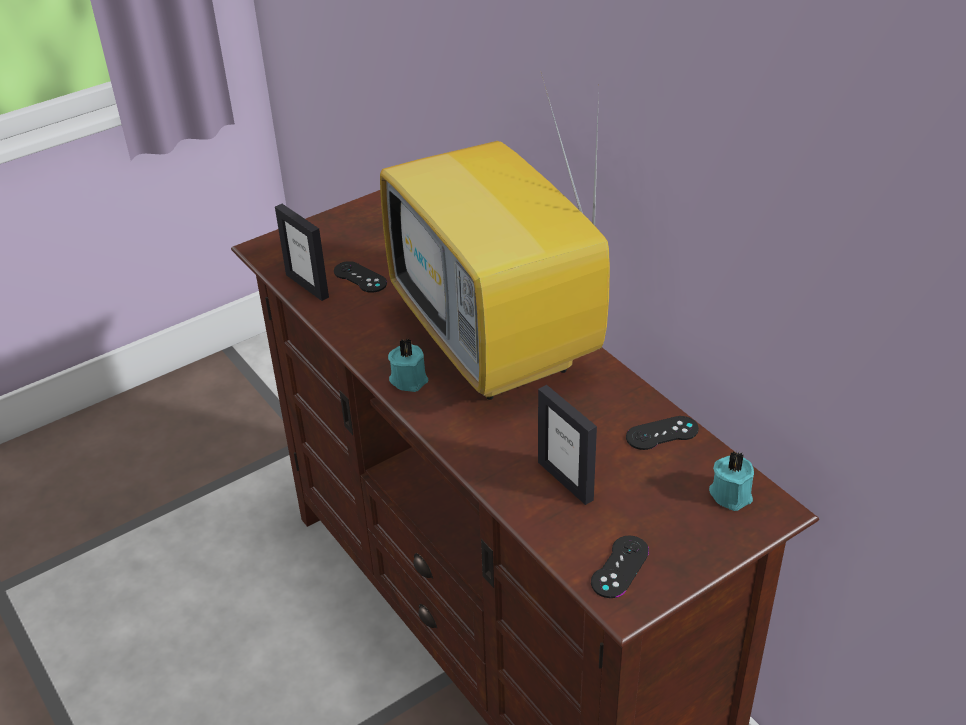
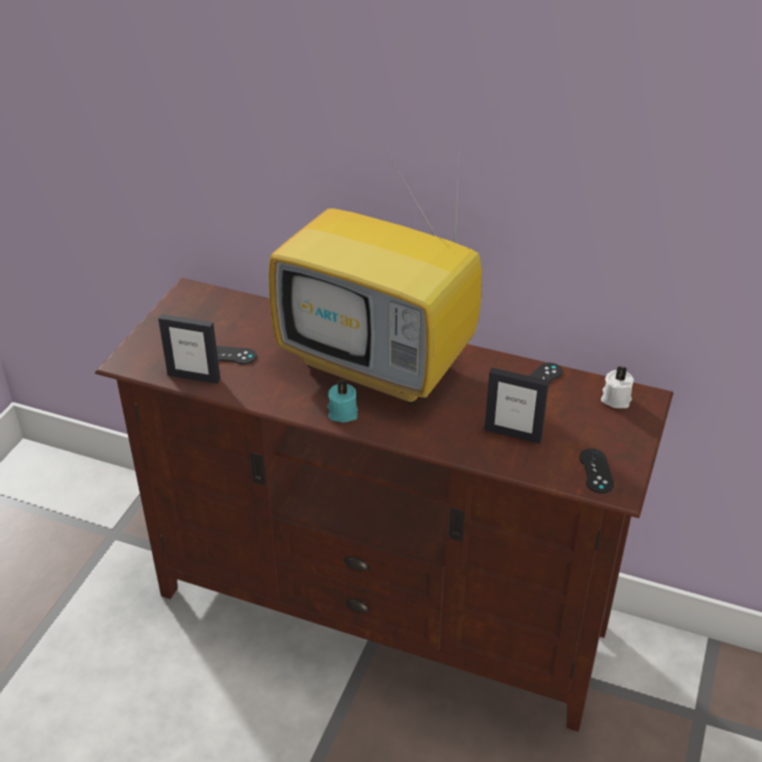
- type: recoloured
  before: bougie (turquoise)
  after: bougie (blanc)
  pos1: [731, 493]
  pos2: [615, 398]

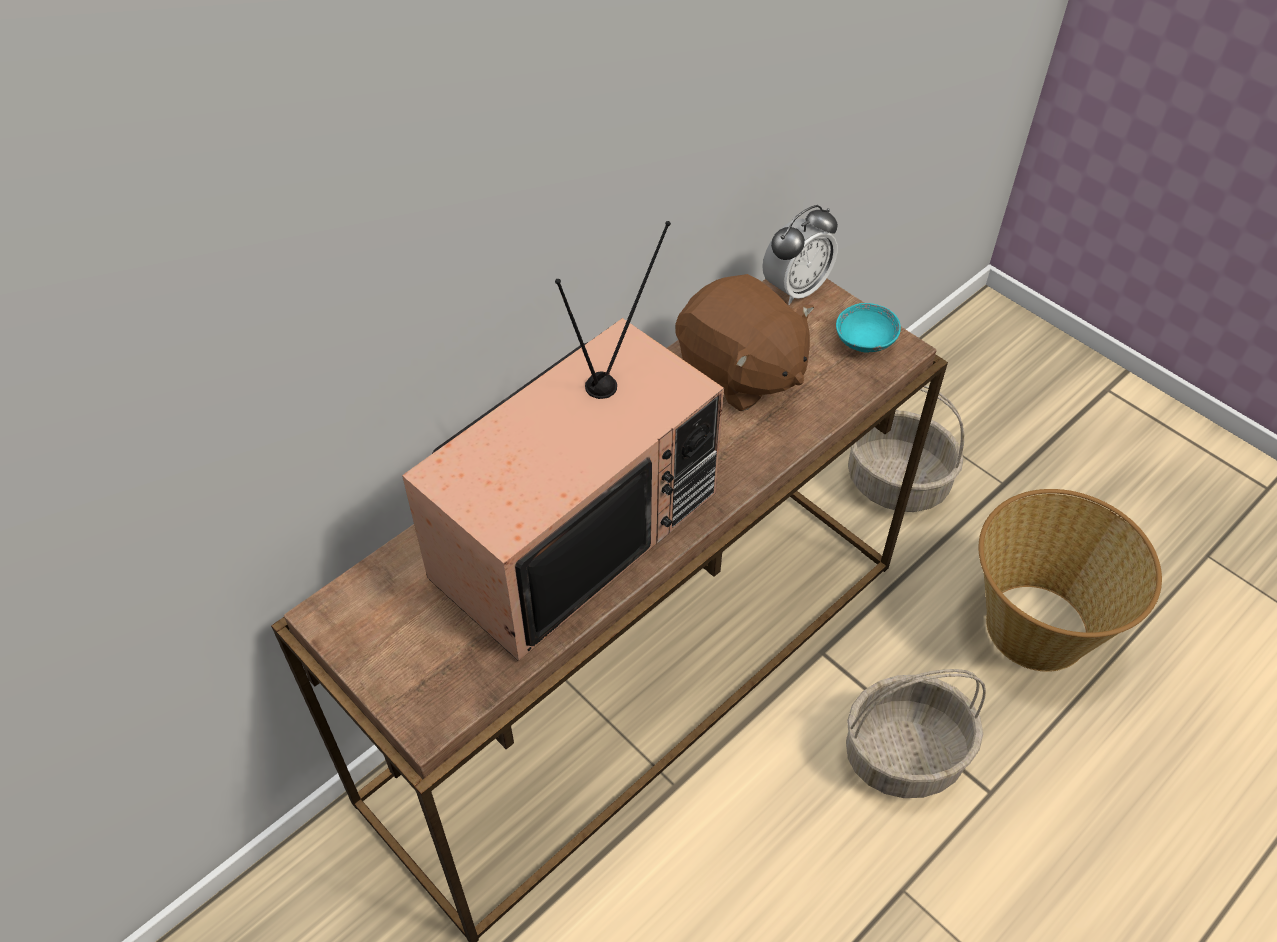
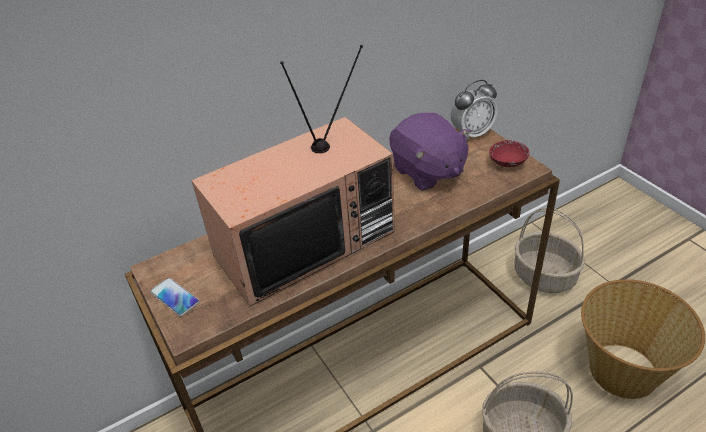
- type: added
  after: téléphone
  pos2: [174, 297]
- type: recoloured
  before: peluche (marron)
  after: peluche (violet)
  pos1: [740, 372]
  pos2: [427, 172]
- type: recoloured
  before: bol (turquoise)
  after: bol (rouge)
  pos1: [865, 341]
  pos2: [507, 162]

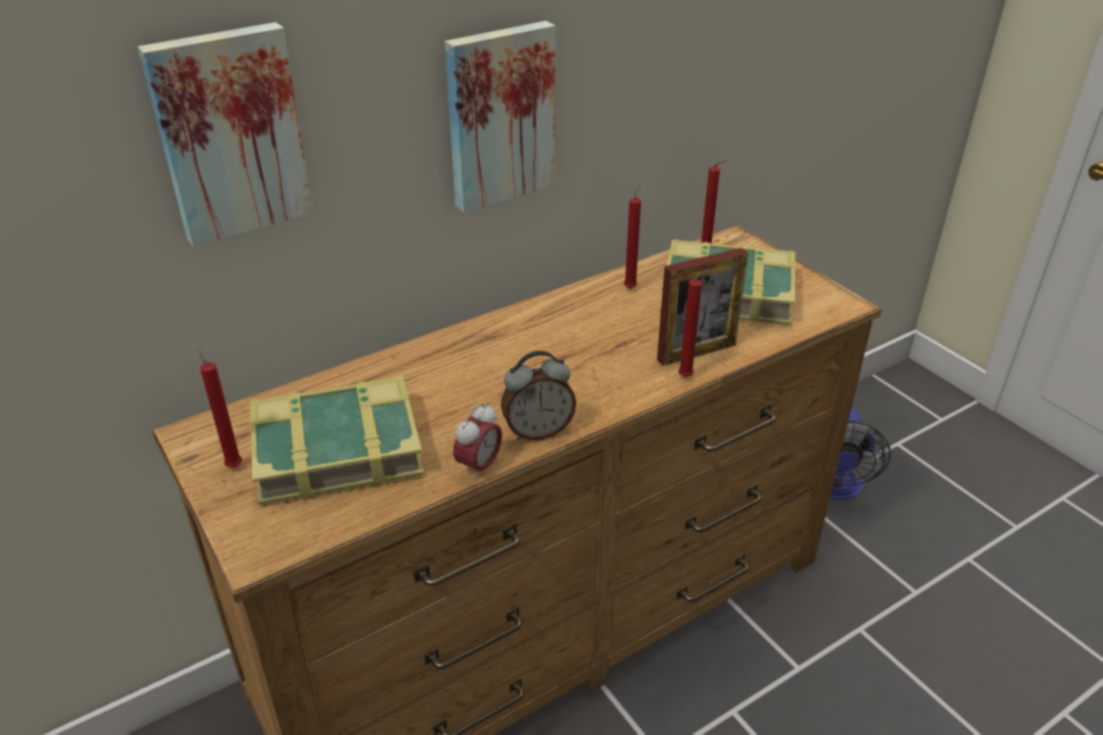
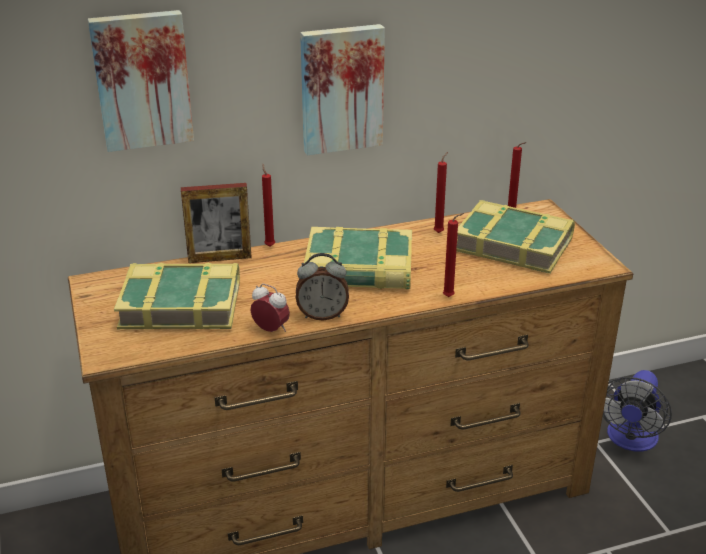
- type: added
  after: livre
  pos2: [359, 269]
- type: moved
  before: bougie (rouge)
  pos1: [233, 465]
  pos2: [269, 245]
- type: moved
  before: cadre photo
  pos1: [696, 352]
  pos2: [219, 258]
- type: turned
  before: réveil
  pos1: [479, 466]
  pos2: [271, 330]
  turn: -105

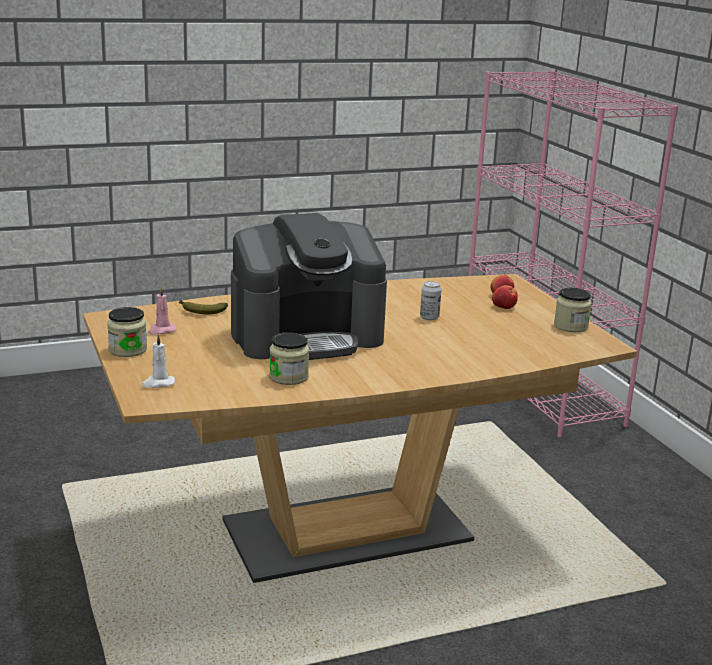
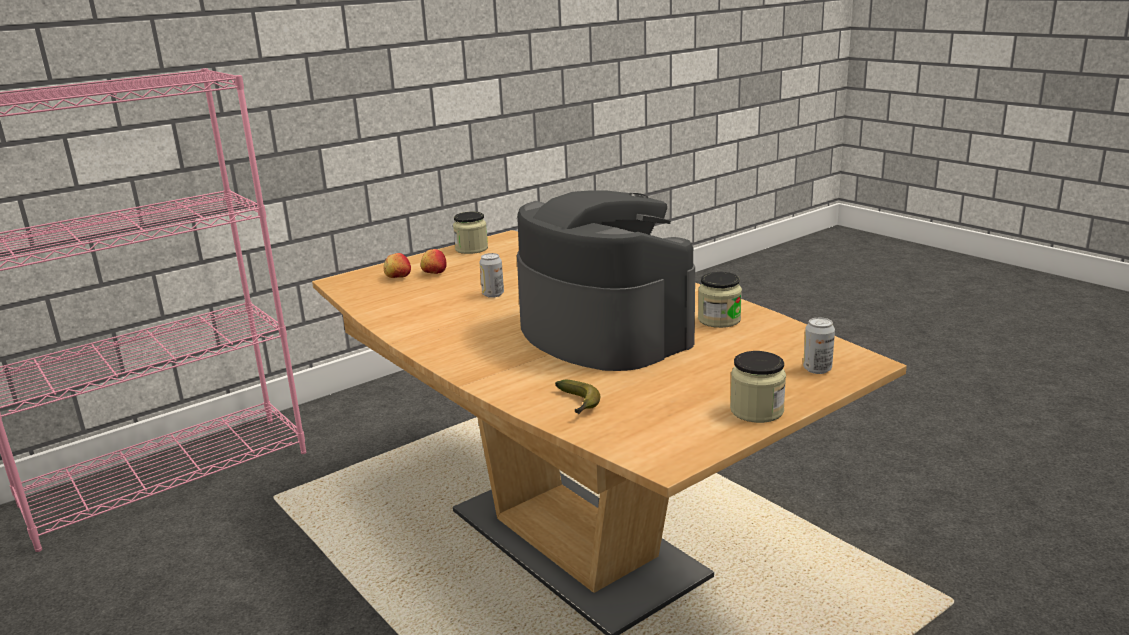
- type: removed
  before: bougie (rose)
  pos1: [161, 331]
- type: replaced
  before: bougie (blanc)
  after: boîte métallique
  pos1: [158, 383]
  pos2: [817, 369]

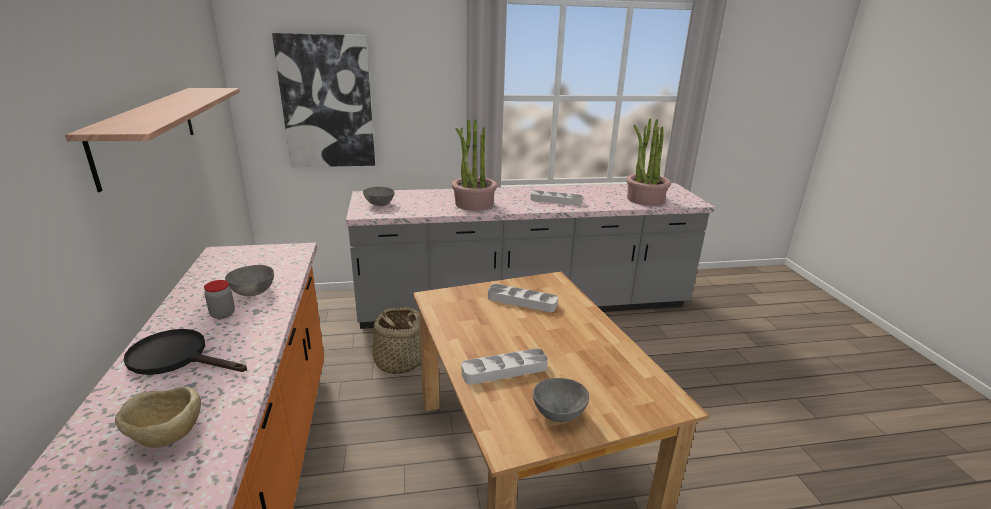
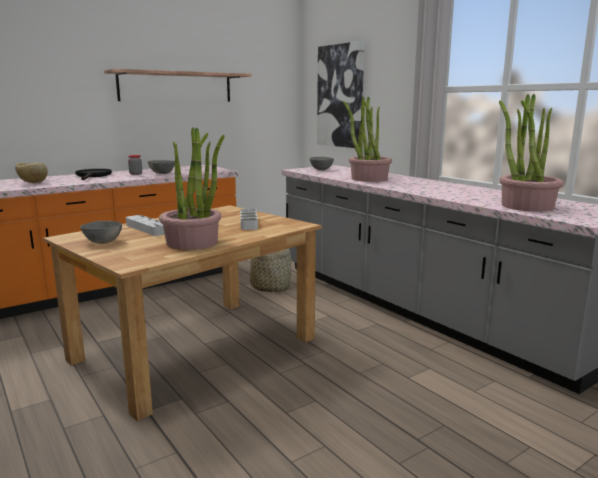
- type: removed
  before: plateau (gris)
  pos1: [556, 201]
- type: added
  after: plante en pot
  pos2: [192, 242]

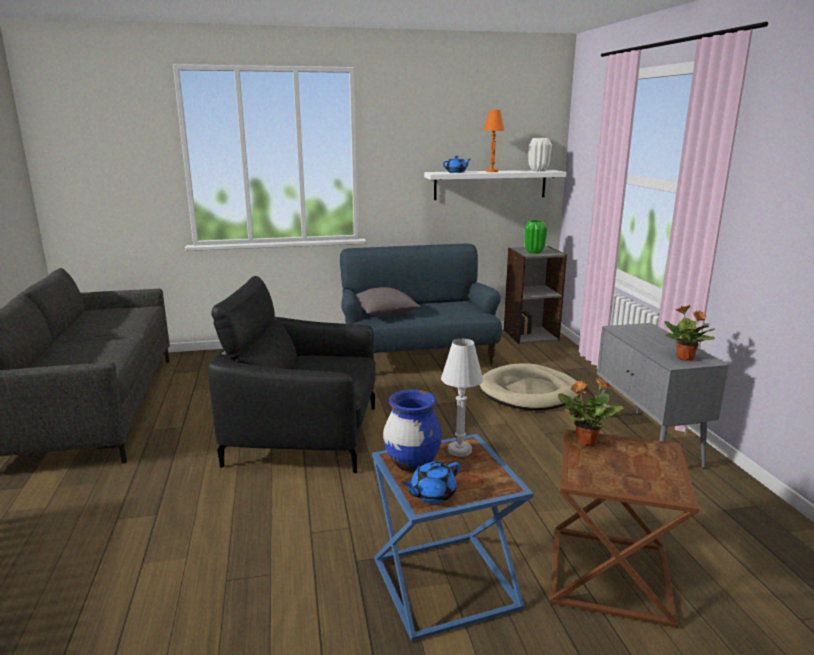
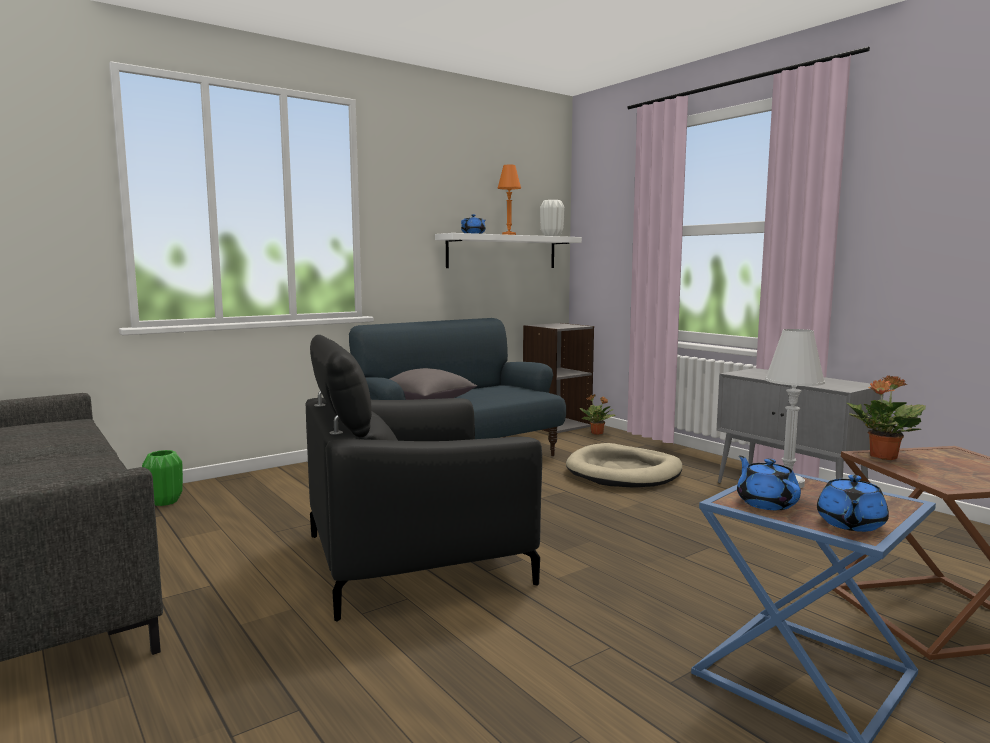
- type: moved
  before: vase (vert)
  pos1: [534, 252]
  pos2: [165, 502]
- type: moved
  before: plante en pot
  pos1: [685, 358]
  pos2: [597, 433]
- type: replaced
  before: vase (bleu)
  after: théière (bleu)
  pos1: [412, 463]
  pos2: [766, 503]

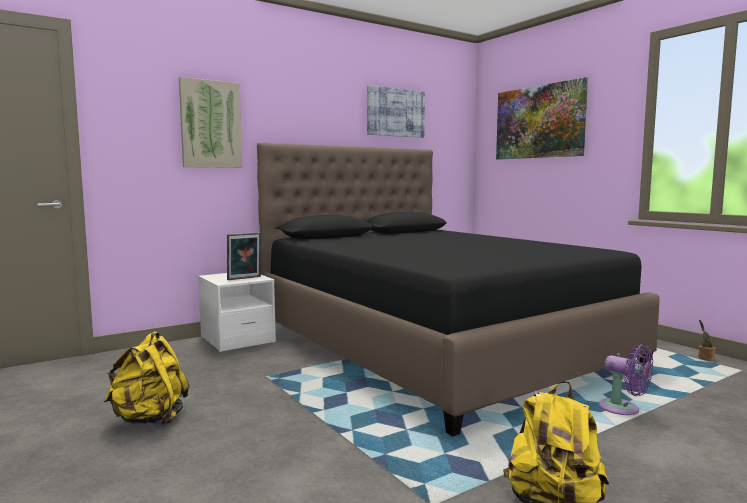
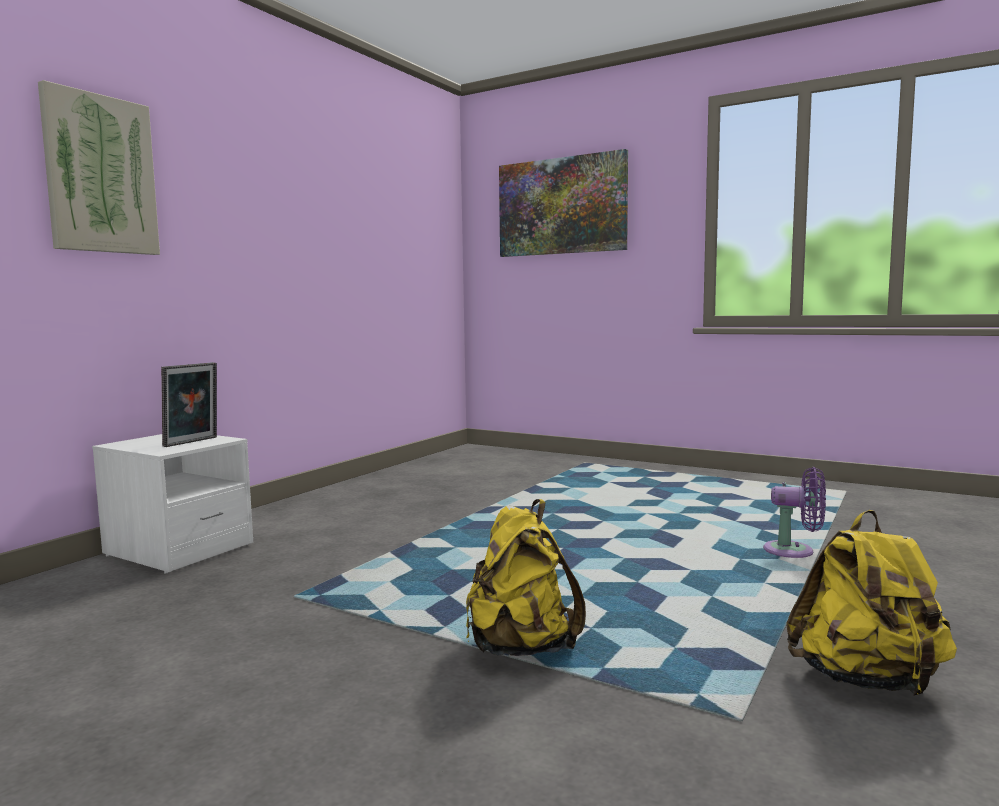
- type: removed
  before: lit (noir)
  pos1: [434, 345]
- type: removed
  before: tableau
  pos1: [395, 112]
- type: removed
  before: plante en pot
  pos1: [704, 358]
- type: moved
  before: sac à dos (jaune)
  pos1: [150, 420]
  pos2: [521, 647]

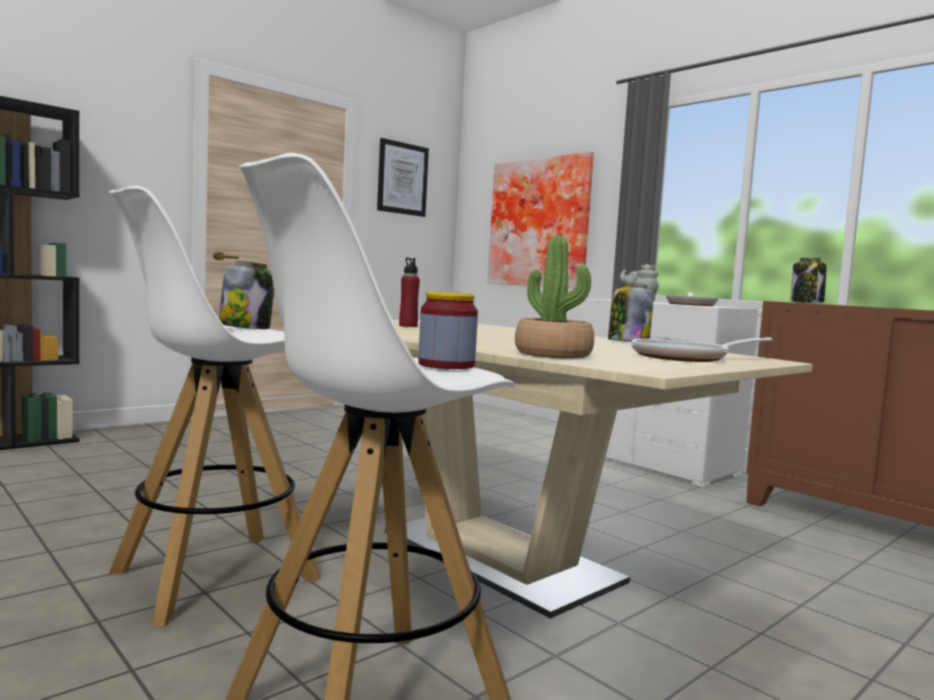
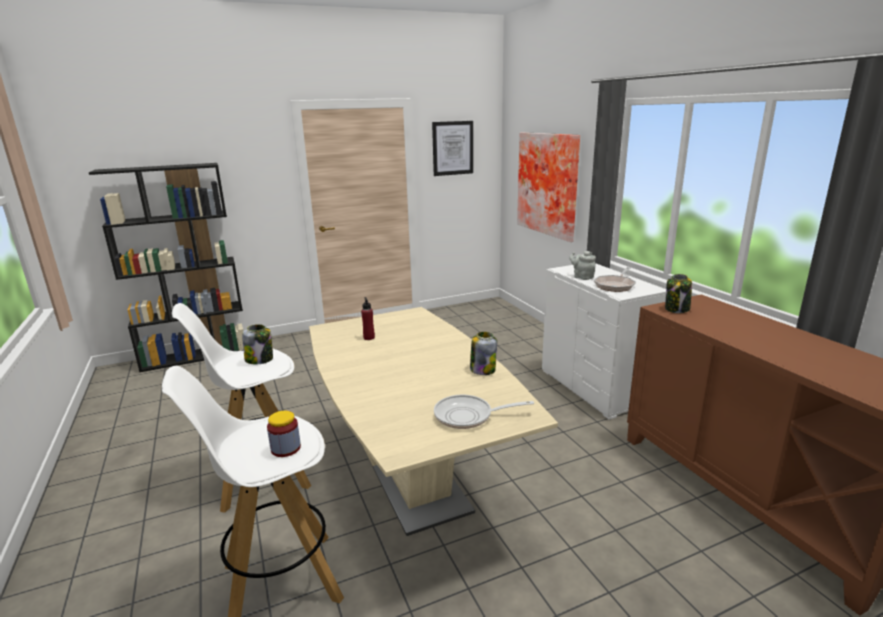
- type: removed
  before: plante en pot
  pos1: [553, 354]

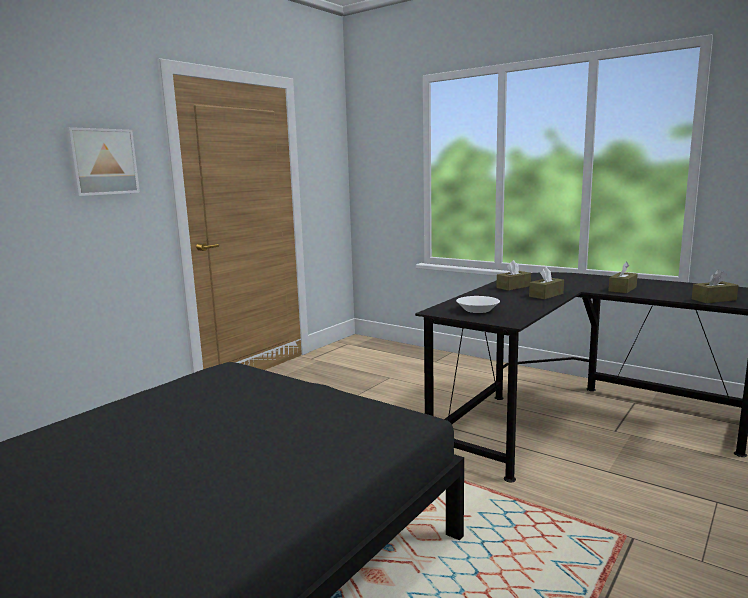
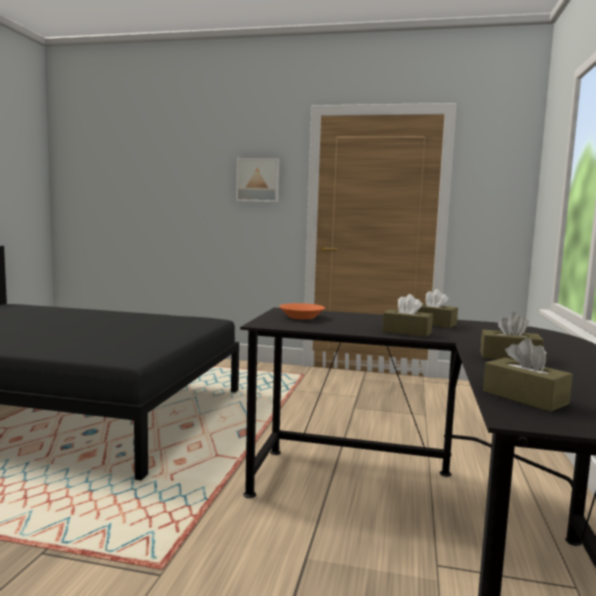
- type: recoloured
  before: bol (blanc)
  after: bol (orange)
  pos1: [477, 310]
  pos2: [301, 317]

